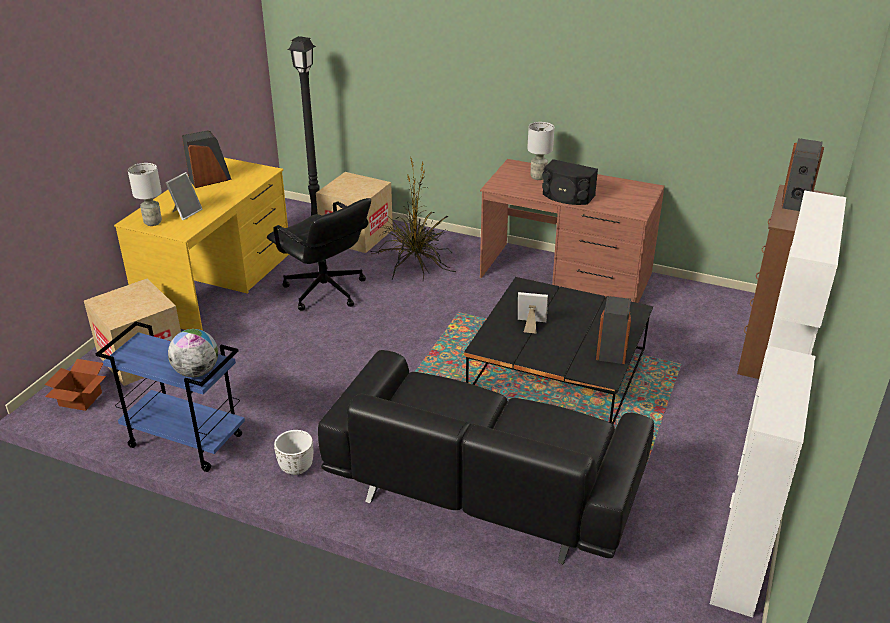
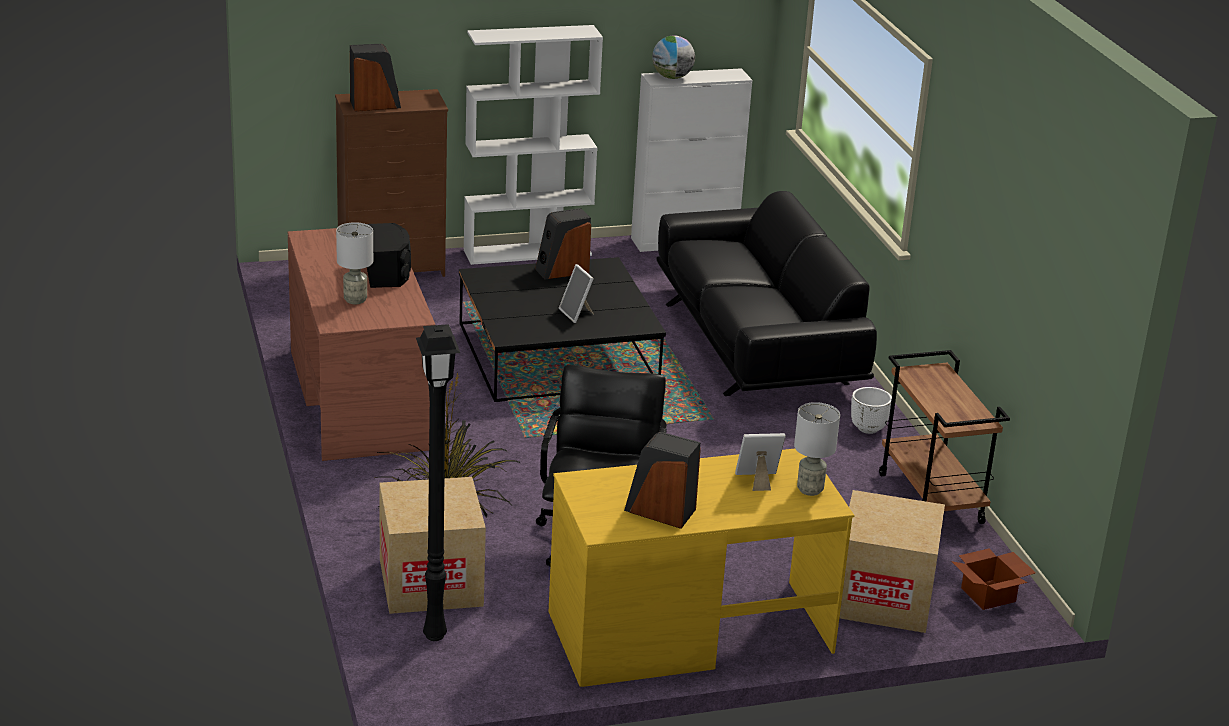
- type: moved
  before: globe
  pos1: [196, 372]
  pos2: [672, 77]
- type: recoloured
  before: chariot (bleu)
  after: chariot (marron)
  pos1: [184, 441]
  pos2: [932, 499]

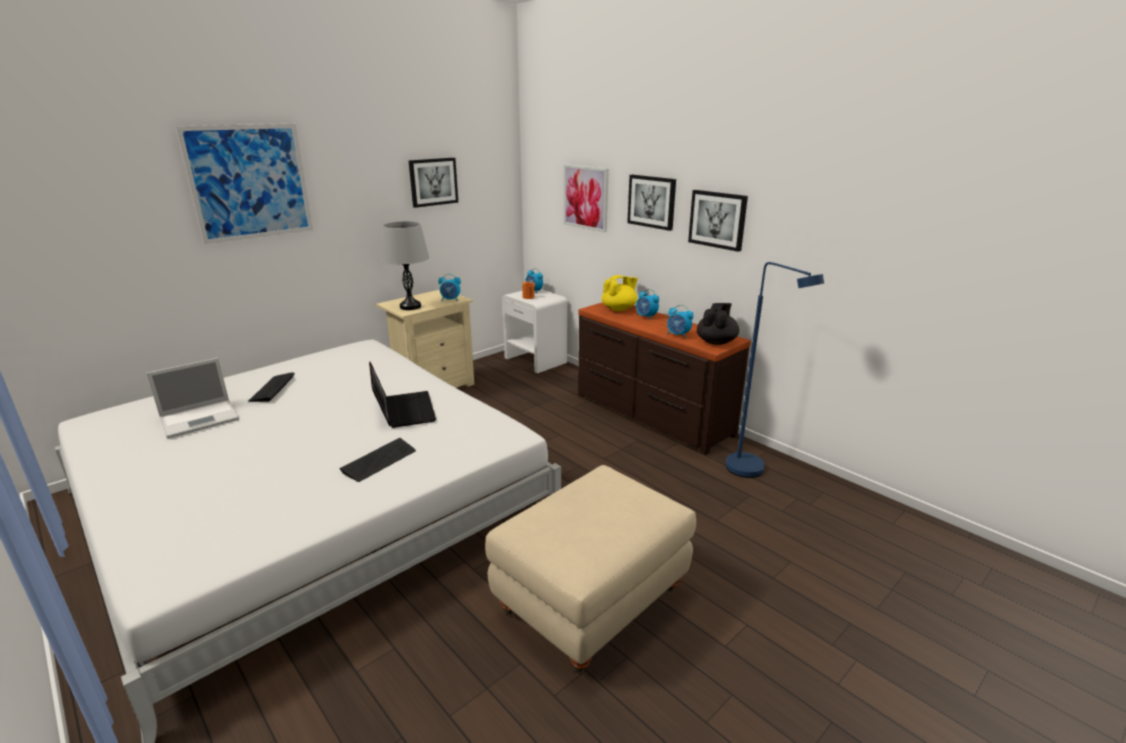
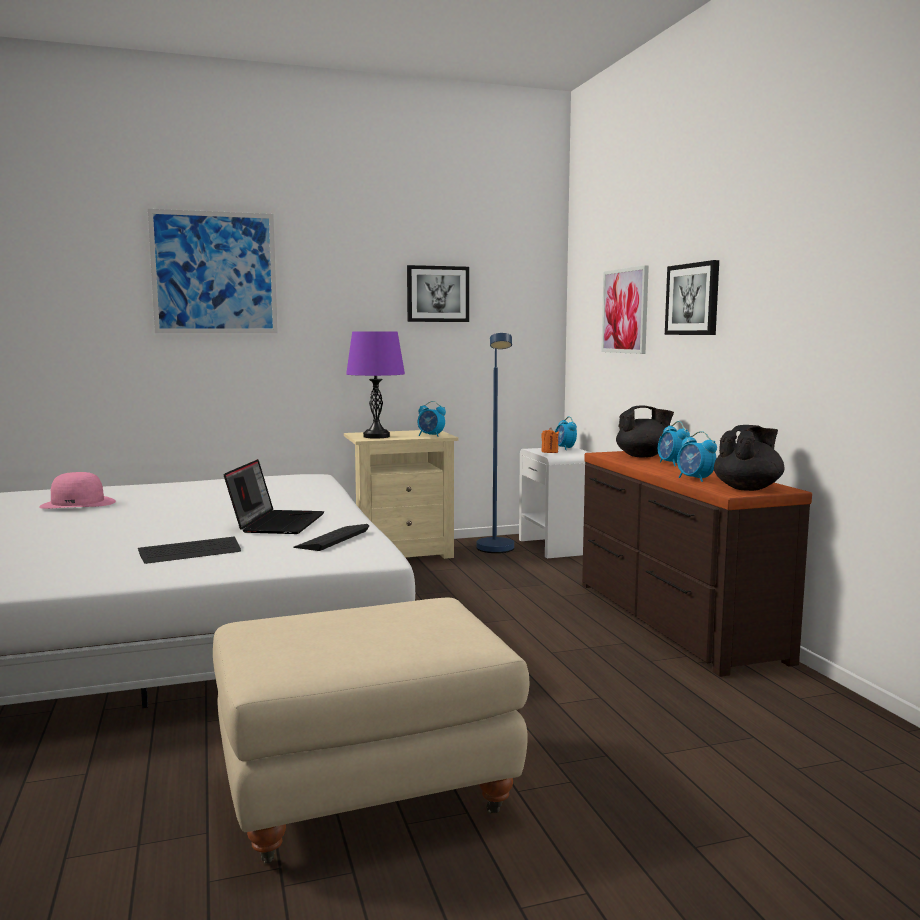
- type: removed
  before: tableau
  pos1: [717, 219]
- type: moved
  before: clavier
  pos1: [272, 388]
  pos2: [332, 539]
- type: moved
  before: lampadaire (bleu)
  pos1: [752, 472]
  pos2: [496, 551]
- type: replaced
  before: ordinateur portable
  after: chapeau (rose)
  pos1: [201, 418]
  pos2: [78, 504]
- type: recoloured
  before: lampe de table (gris)
  after: lampe de table (violet)
  pos1: [410, 307]
  pos2: [376, 436]
- type: recoloured
  before: théière (jaune)
  after: théière (noir)
  pos1: [619, 309]
  pos2: [643, 456]

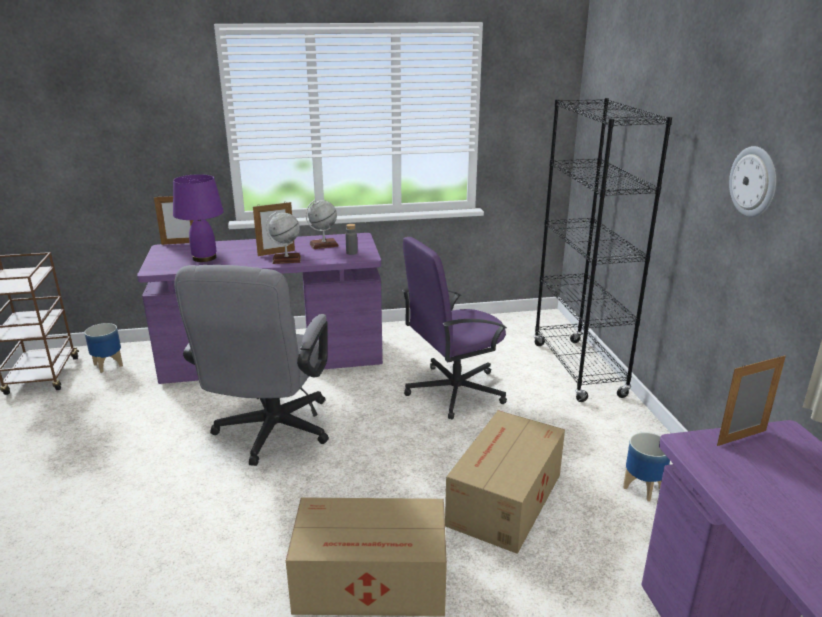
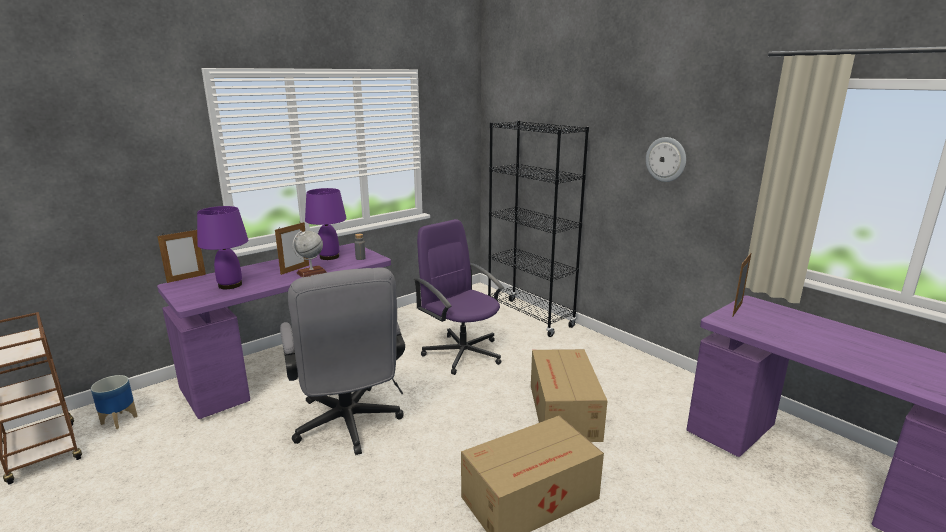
- type: removed
  before: cache-pot
  pos1: [643, 488]
- type: replaced
  before: globe
  after: lampe de table (violet)
  pos1: [324, 245]
  pos2: [329, 257]
- type: turned
  before: chaise de bureau (violet)
  pos1: [453, 391]
  pos2: [462, 353]
  turn: 105

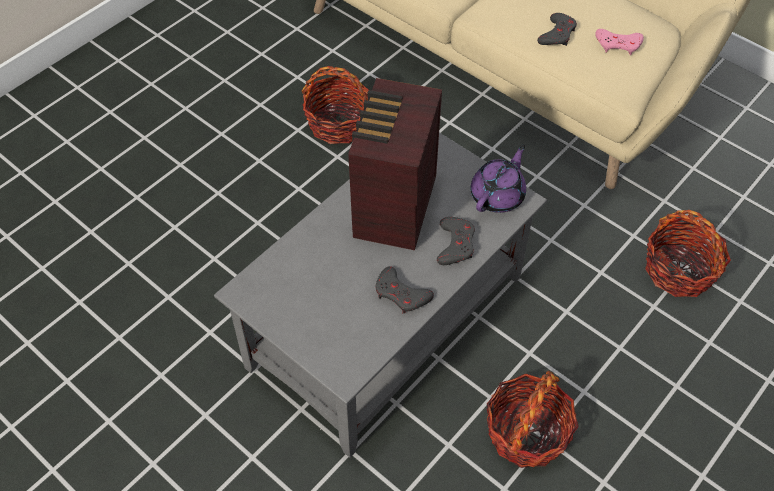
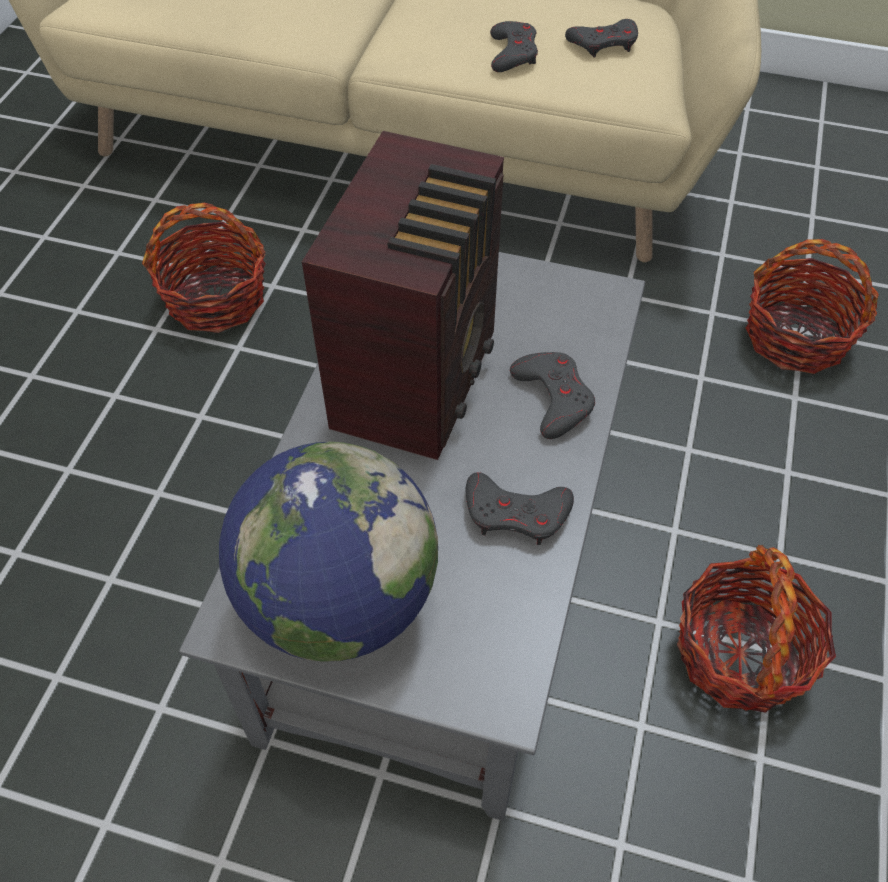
- type: removed
  before: théière (violet)
  pos1: [498, 195]
- type: added
  after: globe
  pos2: [339, 599]
- type: recoloured
  before: manette (rose)
  after: manette (gris)
  pos1: [618, 44]
  pos2: [604, 43]
- type: turned
  before: radio
  pos1: [392, 208]
  pos2: [419, 378]
  turn: -150

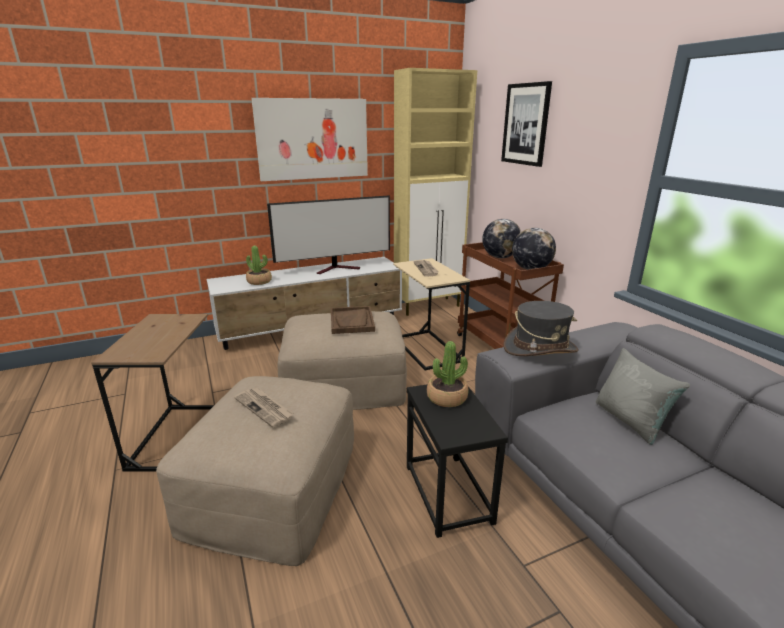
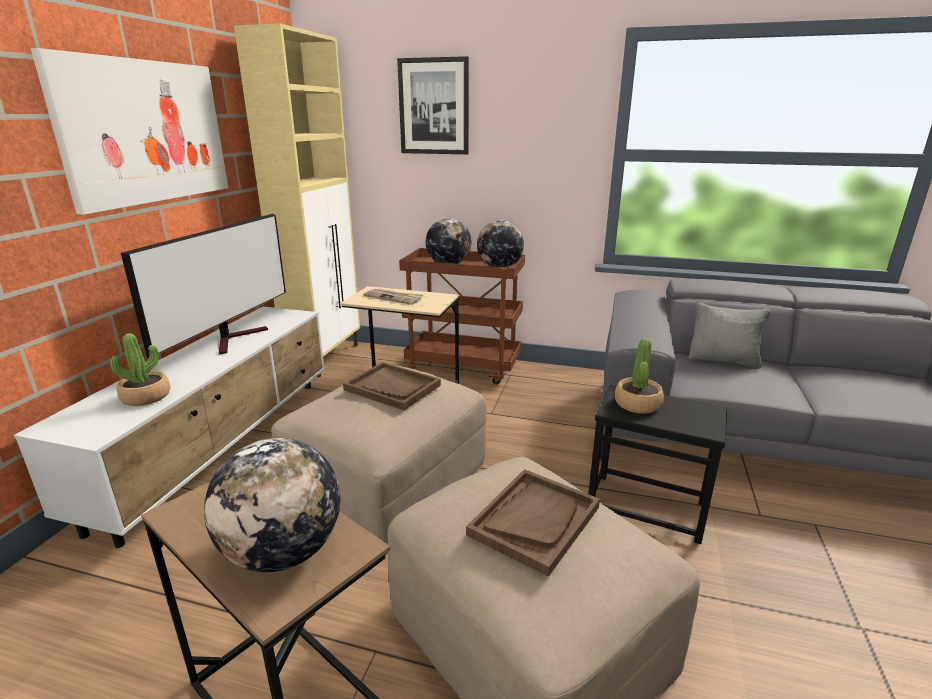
- type: removed
  before: chapeau (gris)
  pos1: [540, 349]
- type: added
  after: globe
  pos2: [283, 552]
- type: replaced
  before: journal
  after: plateau (marron)
  pos1: [265, 408]
  pos2: [534, 520]

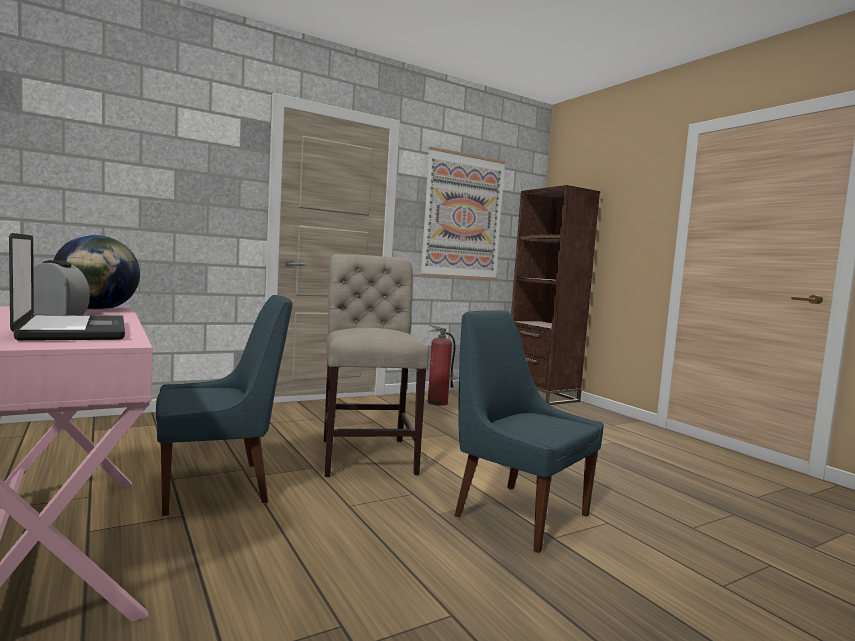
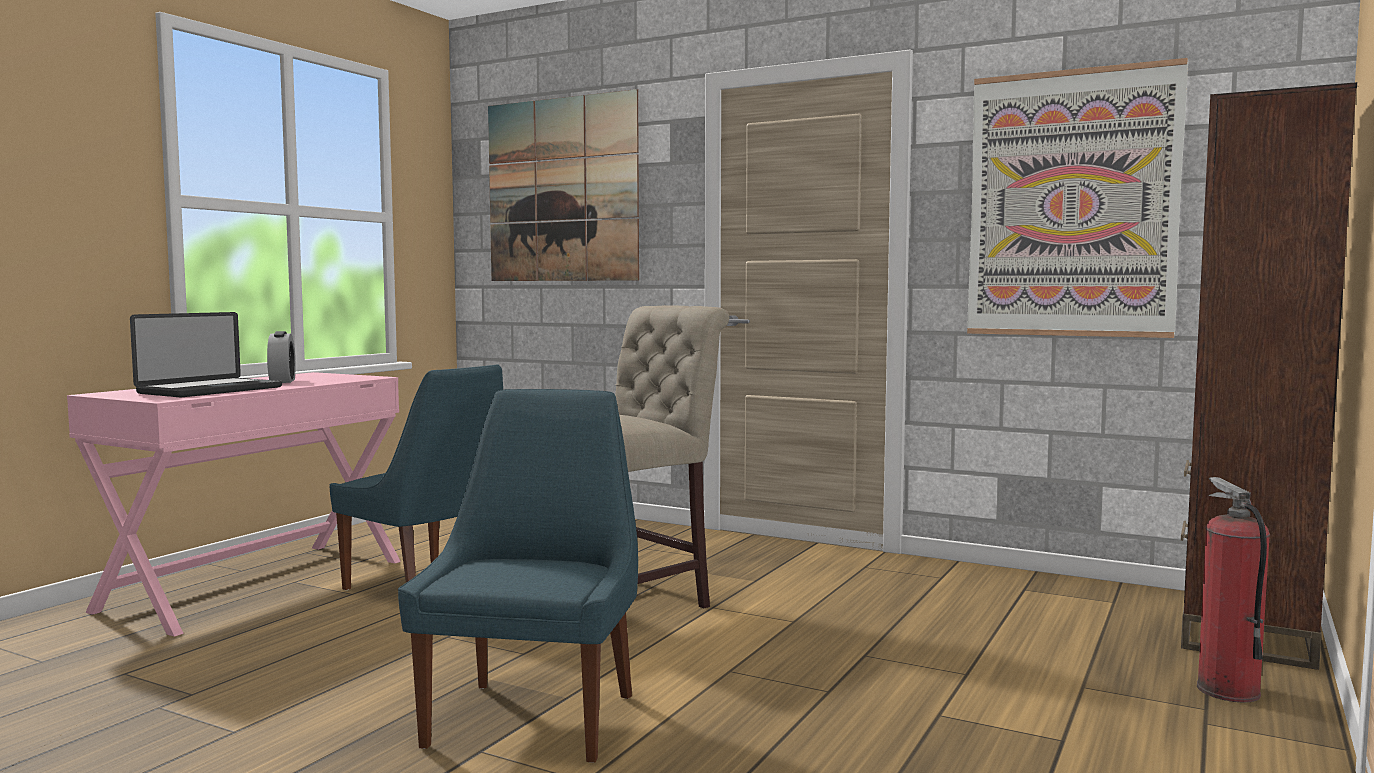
- type: removed
  before: globe
  pos1: [97, 310]
- type: added
  after: tableau
  pos2: [562, 190]
- type: moved
  before: extincteur
  pos1: [437, 402]
  pos2: [1227, 690]

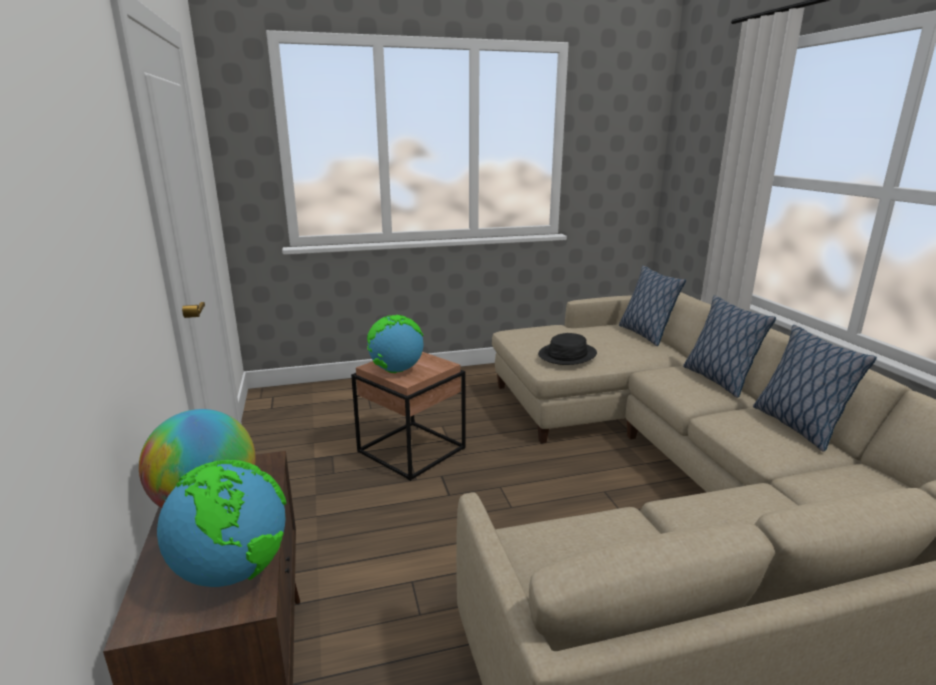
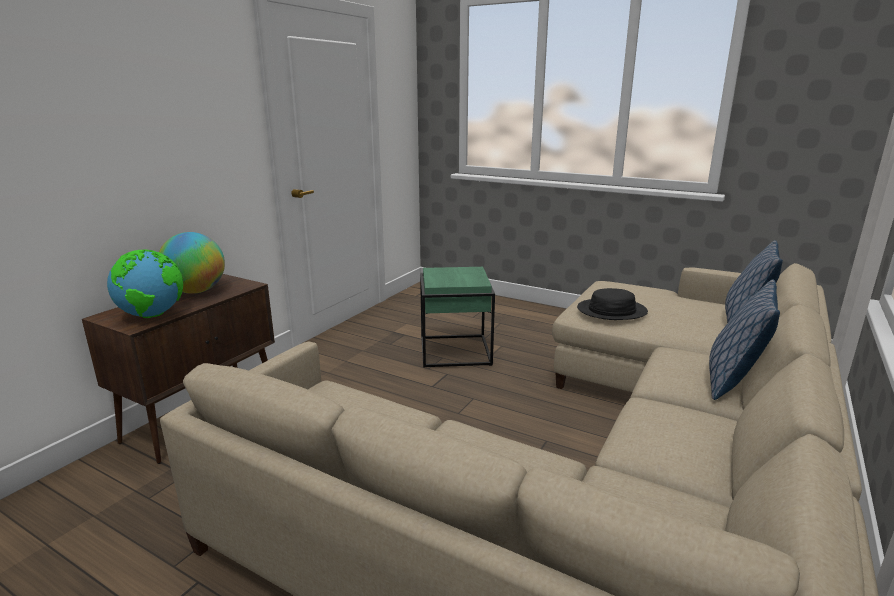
- type: removed
  before: globe
  pos1: [396, 370]
- type: removed
  before: coussin
  pos1: [796, 426]
- type: recoloured
  before: table d'appoint (marron)
  after: table d'appoint (vert)
  pos1: [410, 450]
  pos2: [454, 351]

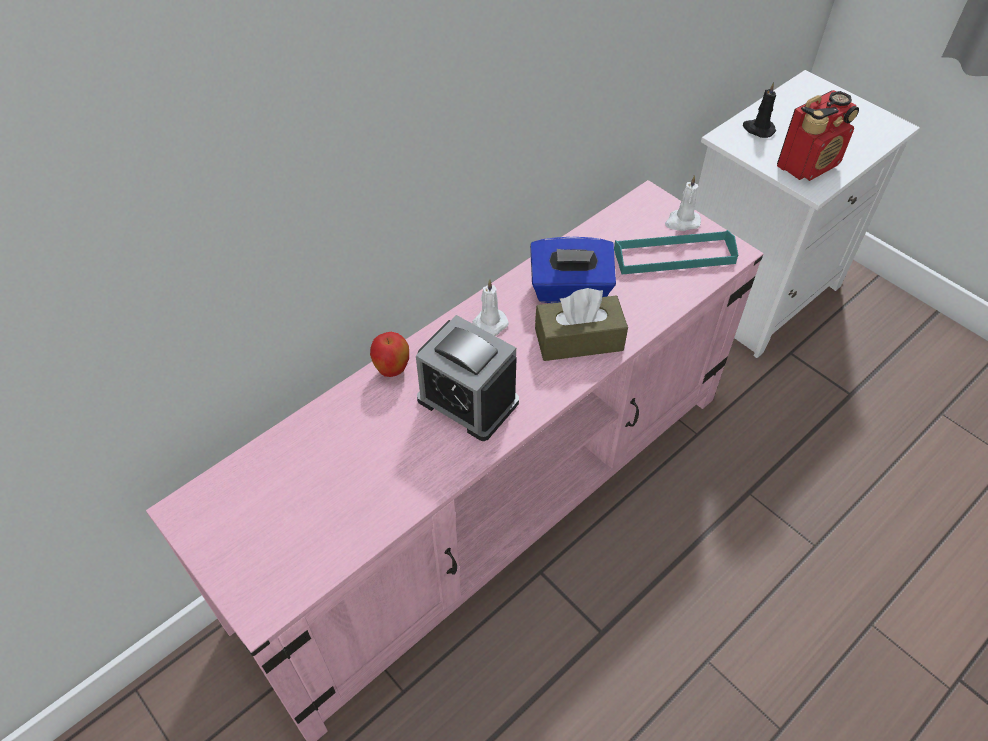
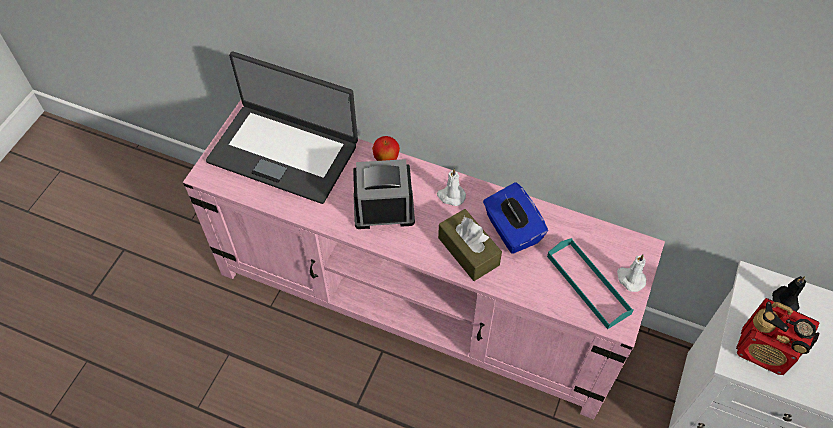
- type: added
  after: ordinateur portable
  pos2: [284, 152]
- type: turned
  before: réveil
  pos1: [468, 401]
  pos2: [384, 209]
  turn: 75

